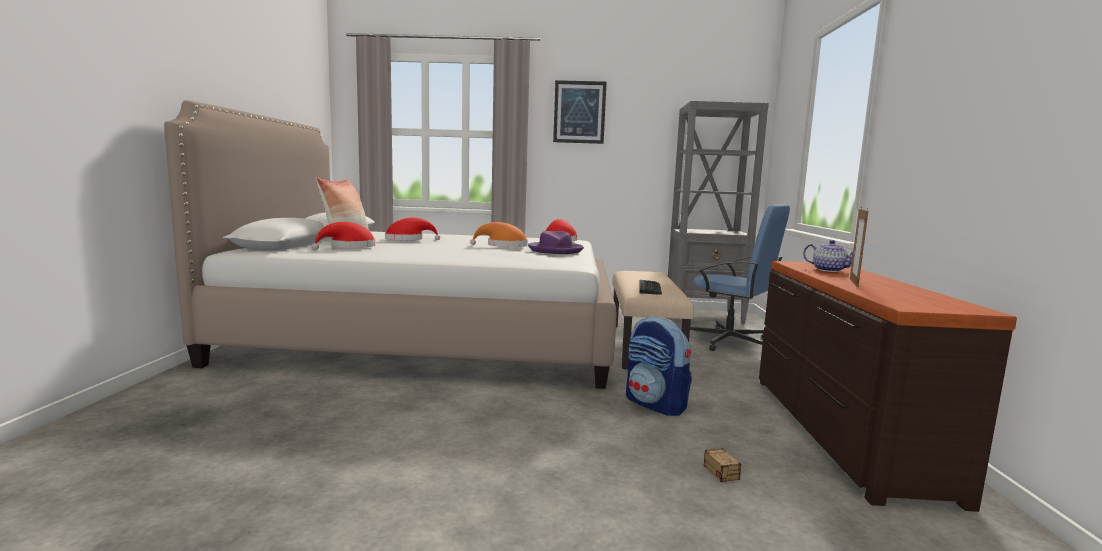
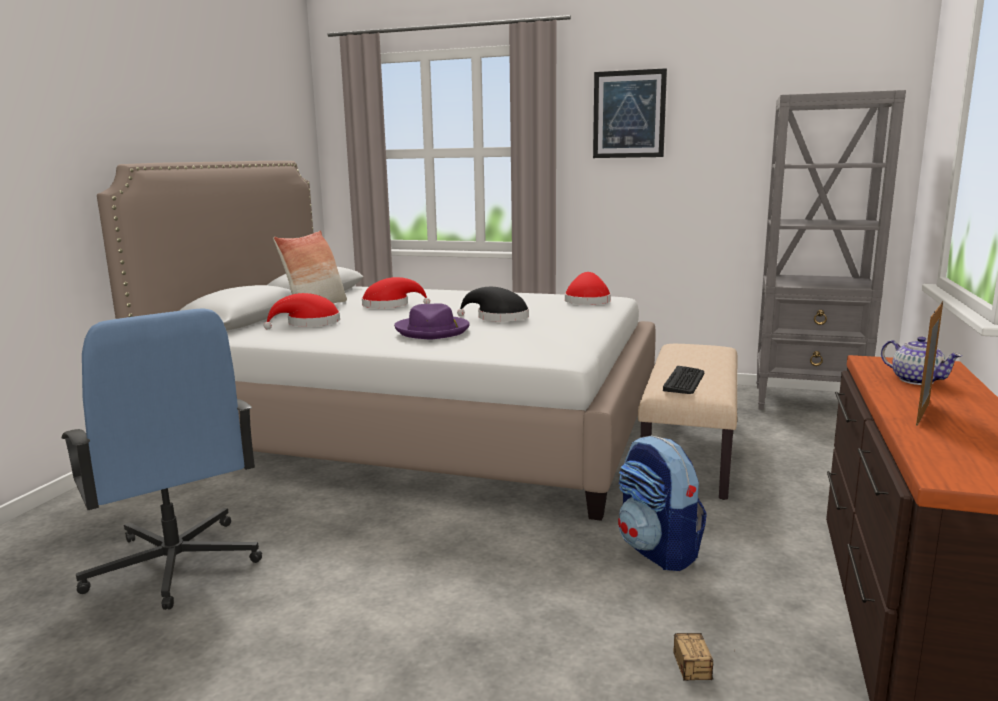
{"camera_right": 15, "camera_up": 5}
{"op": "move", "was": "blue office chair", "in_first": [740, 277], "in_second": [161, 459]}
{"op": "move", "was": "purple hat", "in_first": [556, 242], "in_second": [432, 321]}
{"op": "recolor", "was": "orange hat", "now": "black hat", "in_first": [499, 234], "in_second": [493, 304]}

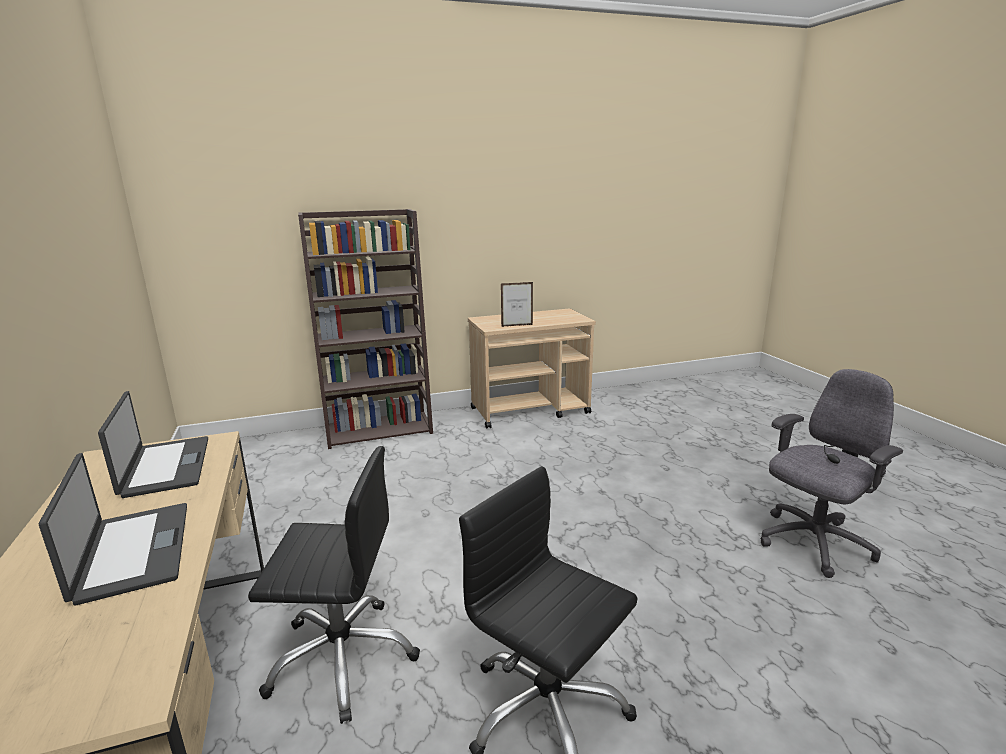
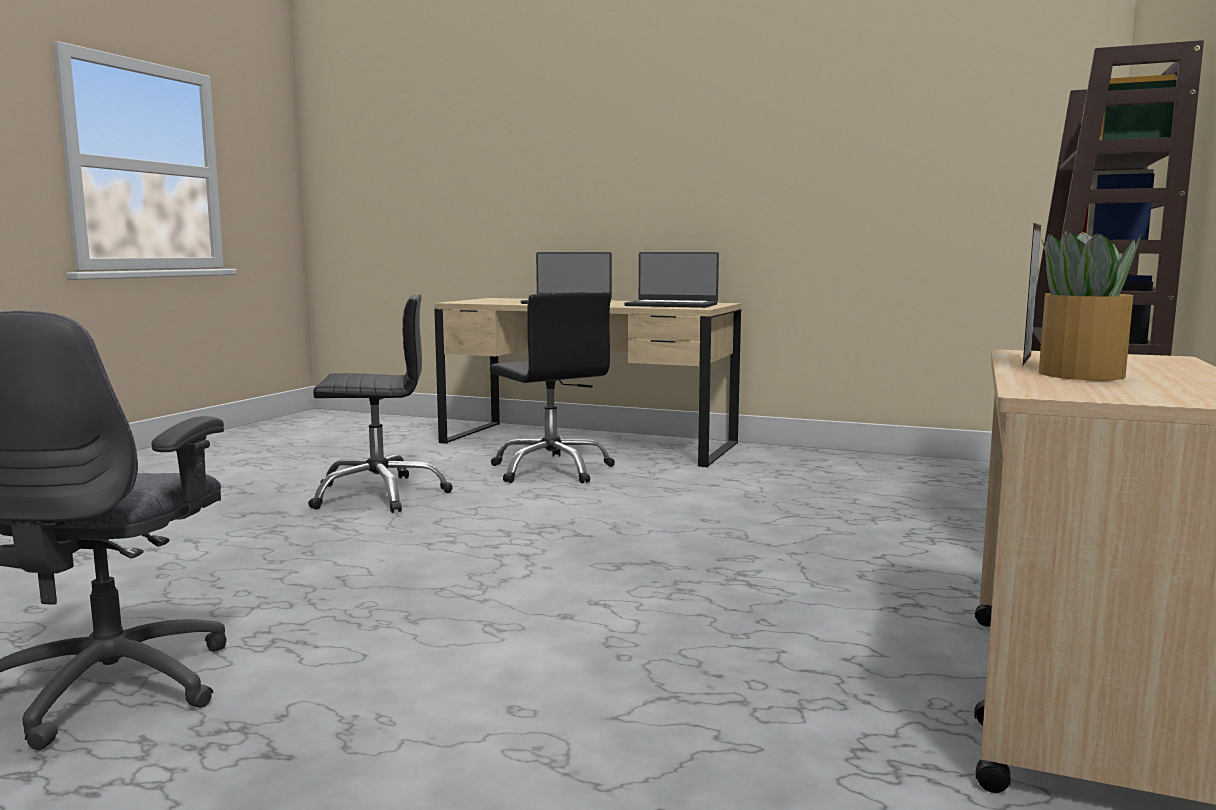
{"camera_right": 130, "camera_up": -10}
{"op": "rotate", "was": "black office chair", "in_first": [334, 585], "in_second": [552, 387], "clockwise": -75}
{"op": "insert", "now": "potted plant", "in_second": [1090, 306]}

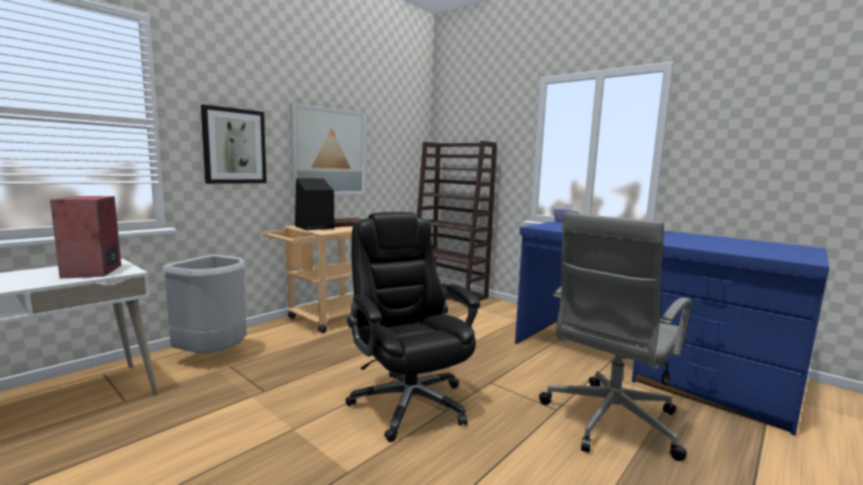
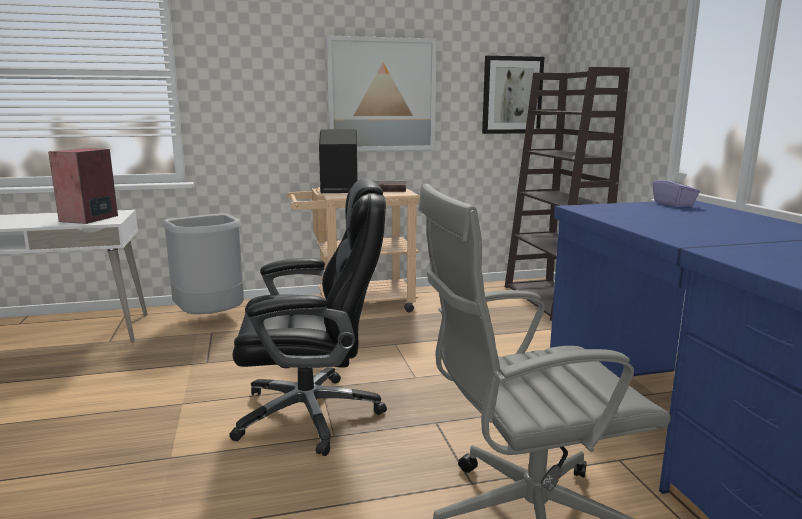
{"camera_right": 35, "camera_up": 5}
{"op": "rotate", "was": "black office chair", "in_first": [413, 327], "in_second": [308, 317], "clockwise": 75}
{"op": "move", "was": "picture", "in_first": [234, 144], "in_second": [513, 95]}

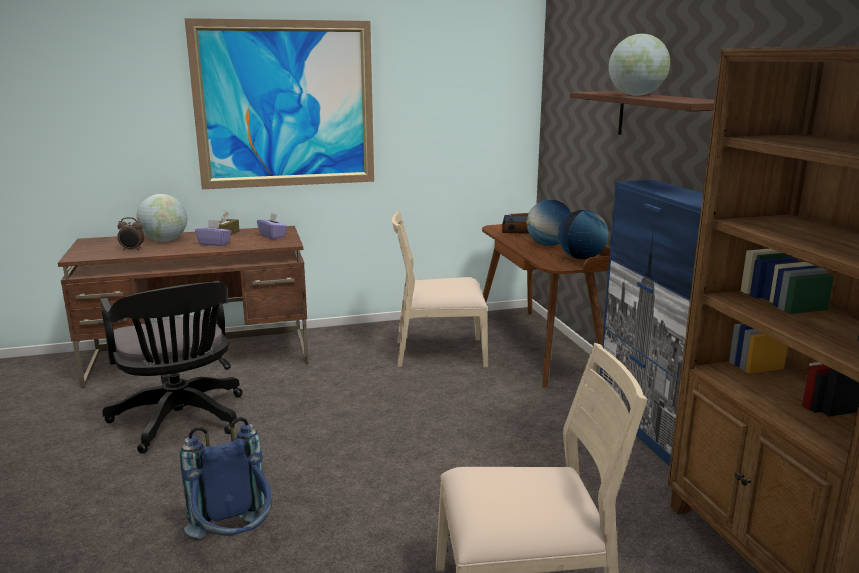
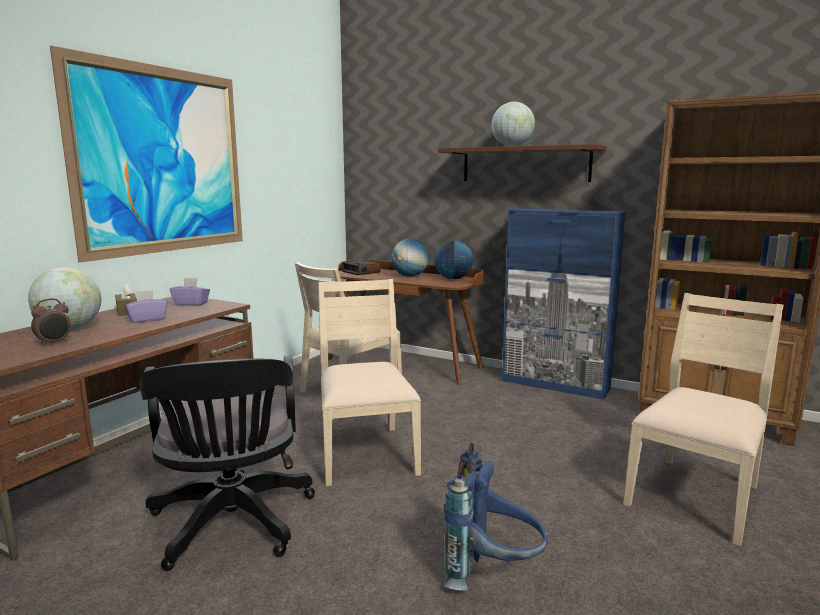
{"camera_right": -45, "camera_up": -5}
{"op": "rotate", "was": "black office chair", "in_first": [171, 367], "in_second": [227, 463], "clockwise": 60}
{"op": "insert", "now": "beige chair", "in_second": [369, 382]}

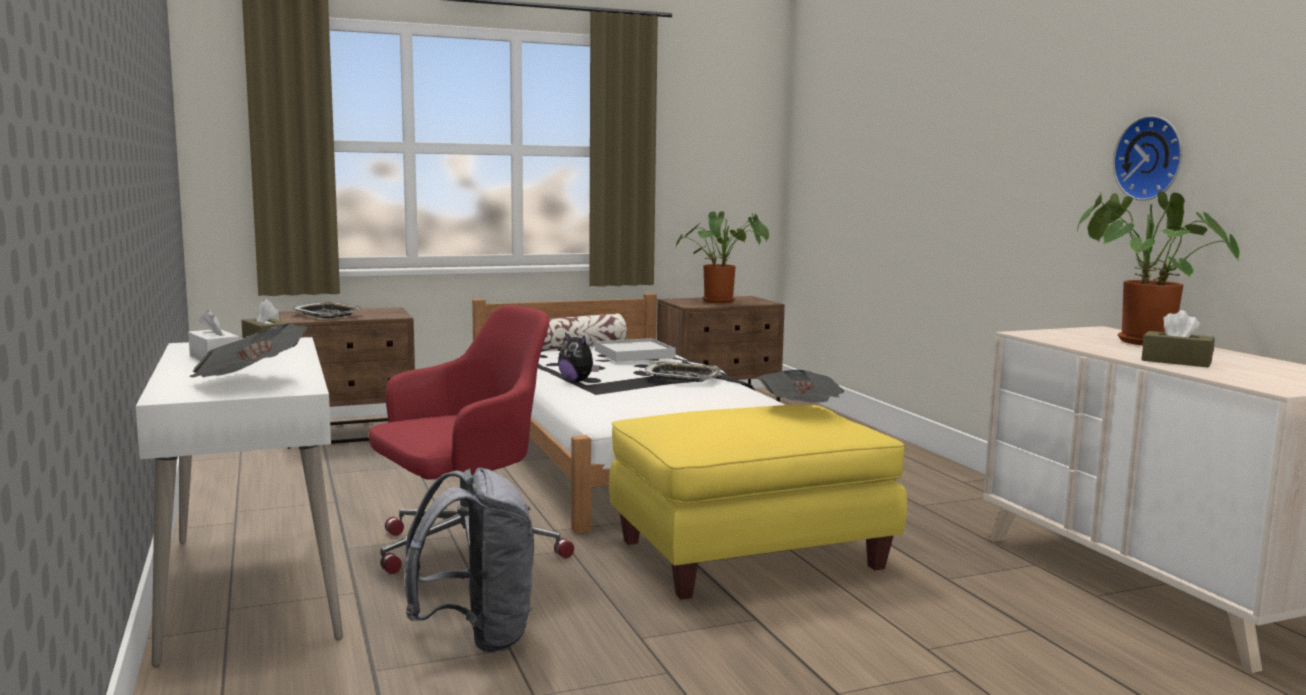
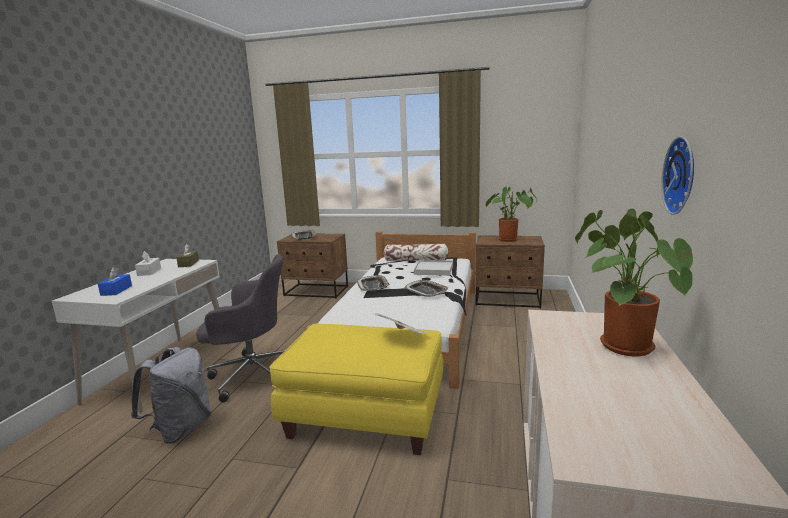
{"camera_right": 35, "camera_up": 5}
{"op": "replace", "was": "newspaper", "now": "blue tissue box", "in_first": [248, 350], "in_second": [115, 281]}
{"op": "recolor", "was": "red office chair", "now": "grey office chair", "in_first": [471, 440], "in_second": [240, 328]}
{"op": "replace", "was": "plush toy", "now": "tray", "in_first": [578, 357], "in_second": [373, 283]}
{"op": "delete", "was": "brown tissue box", "in_first": [1178, 338]}

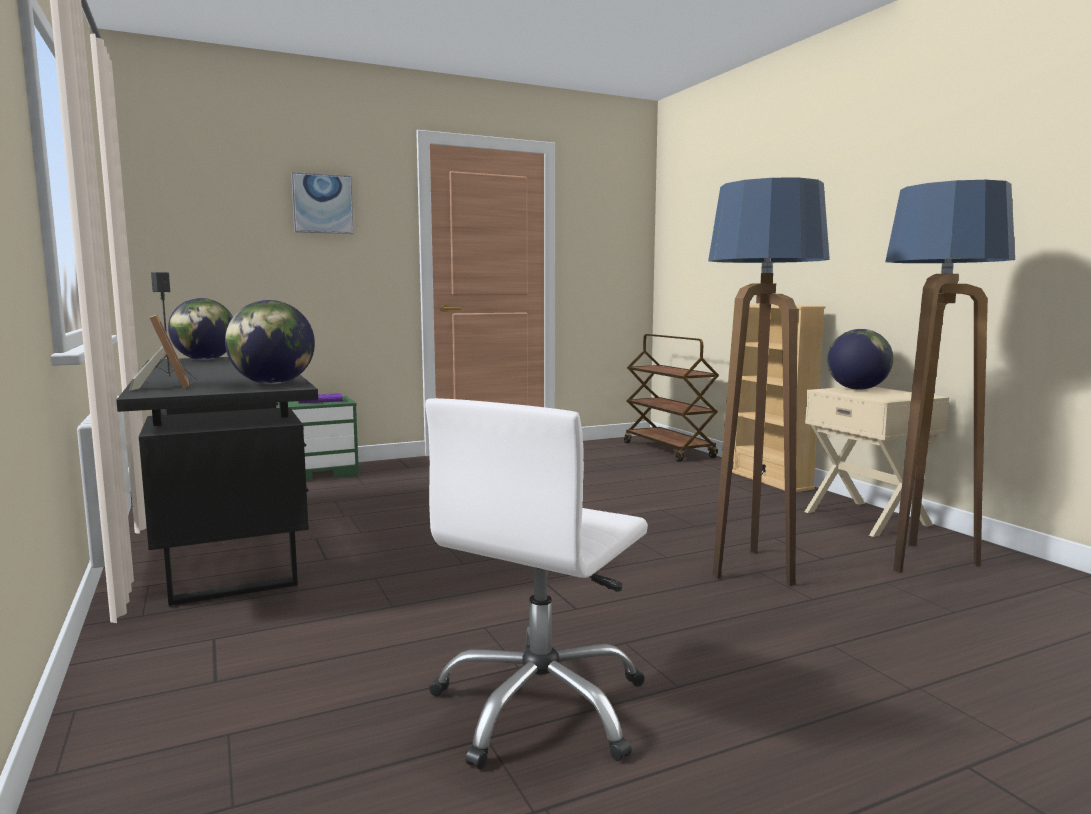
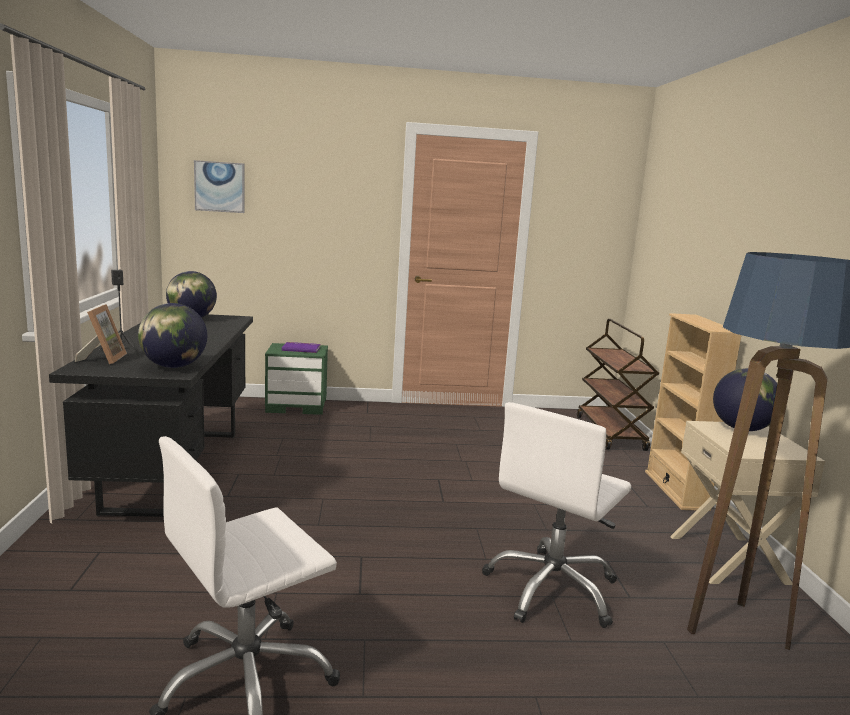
{"camera_right": 20, "camera_up": 5}
{"op": "move", "was": "picture", "in_first": [322, 203], "in_second": [219, 186]}
{"op": "replace", "was": "floor lamp", "now": "white office chair", "in_first": [769, 382], "in_second": [556, 515]}

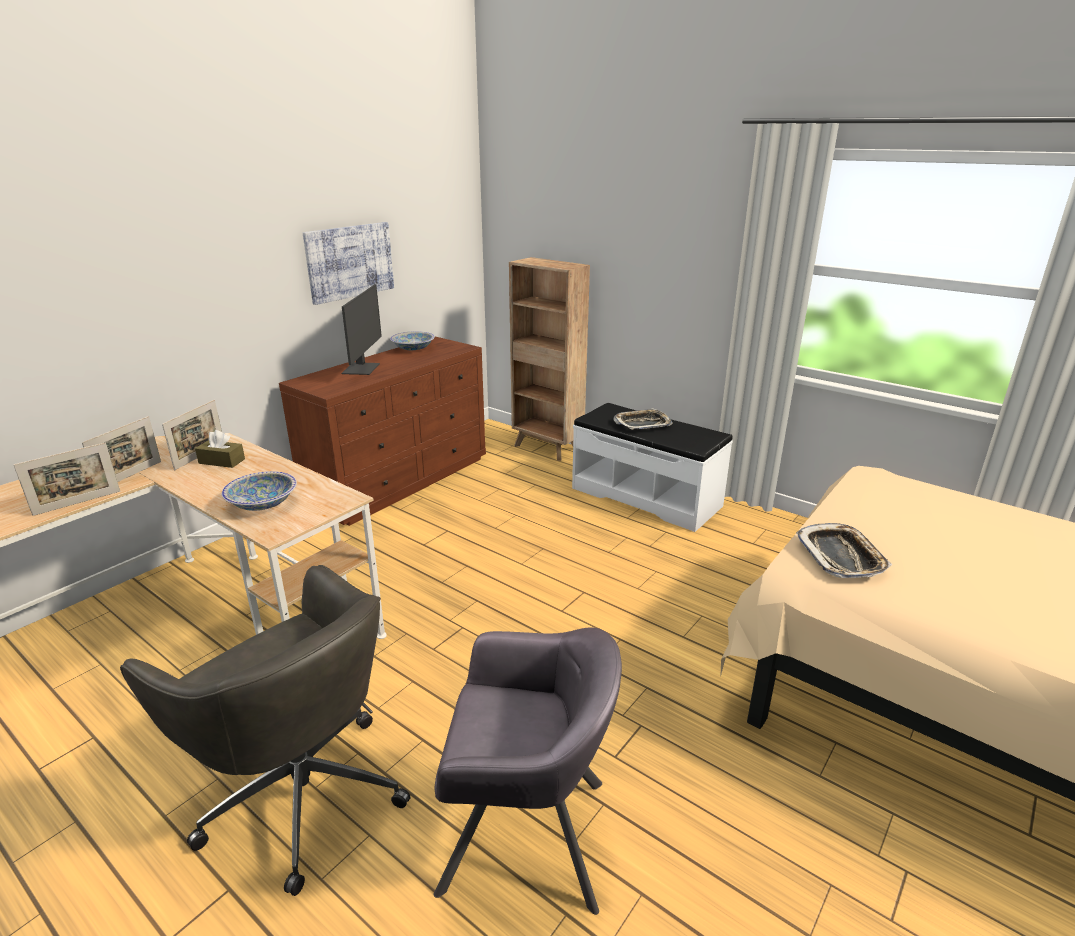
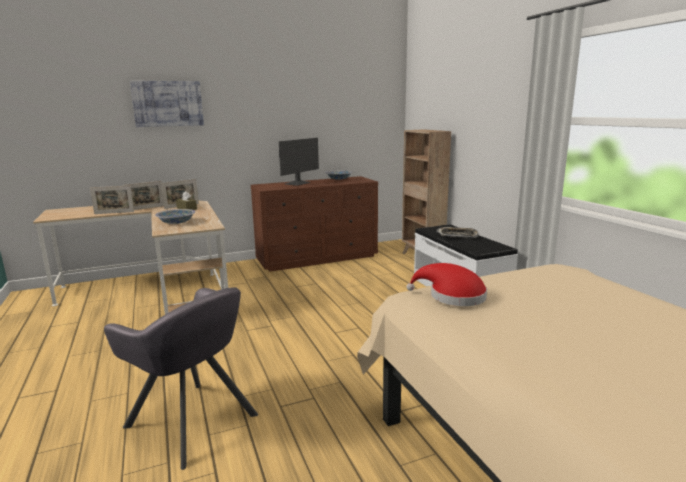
{"camera_right": 30, "camera_up": -10}
{"op": "move", "was": "picture", "in_first": [348, 263], "in_second": [167, 104]}
{"op": "replace", "was": "tray", "now": "red hat", "in_first": [844, 550], "in_second": [447, 284]}
{"op": "delete", "was": "grey office chair", "in_first": [265, 730]}

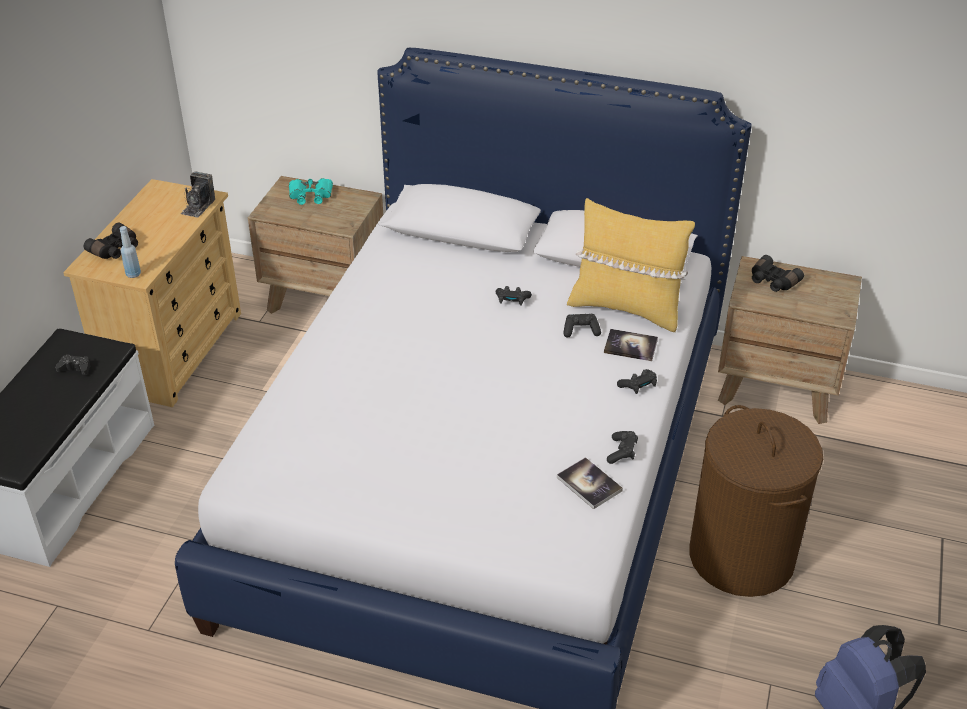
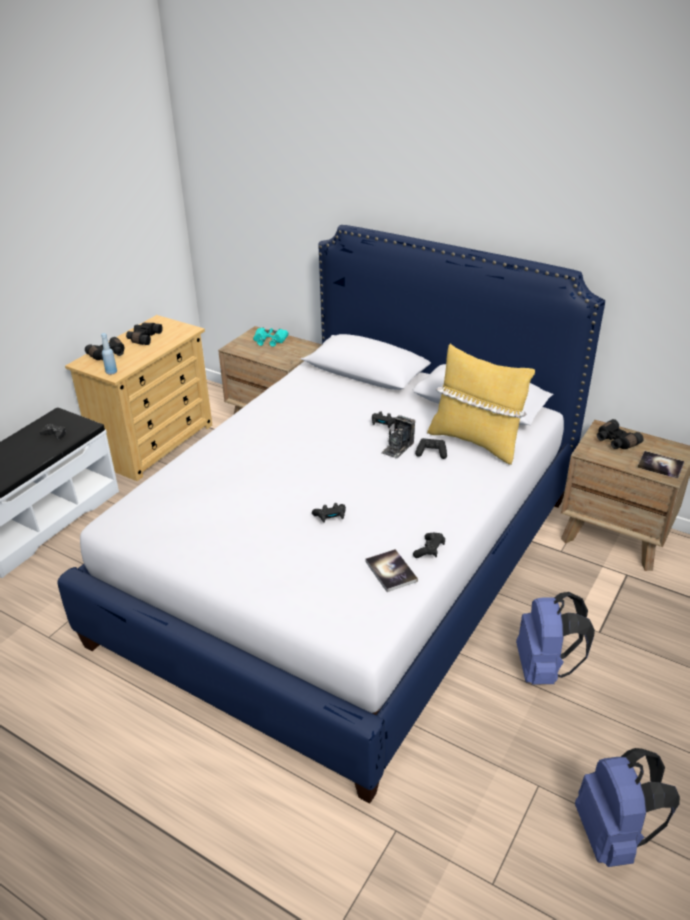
{"camera_right": 15, "camera_up": -5}
{"op": "insert", "now": "black binoculars", "in_second": [144, 334]}
{"op": "move", "was": "black game controller", "in_first": [637, 381], "in_second": [329, 513]}
{"op": "move", "was": "photo camera", "in_first": [198, 194], "in_second": [398, 437]}
{"op": "replace", "was": "brown laundry basket", "now": "blue backpack", "in_first": [756, 501], "in_second": [555, 638]}
{"op": "move", "was": "book", "in_first": [631, 345], "in_second": [660, 465]}

